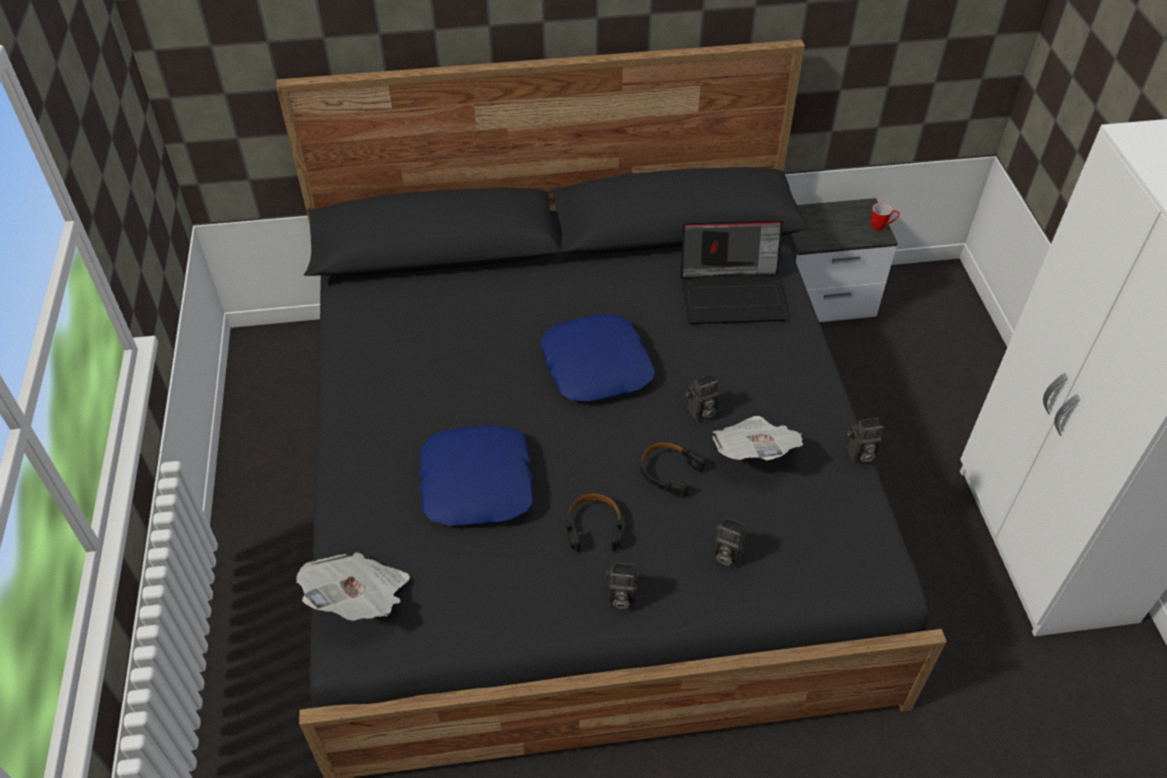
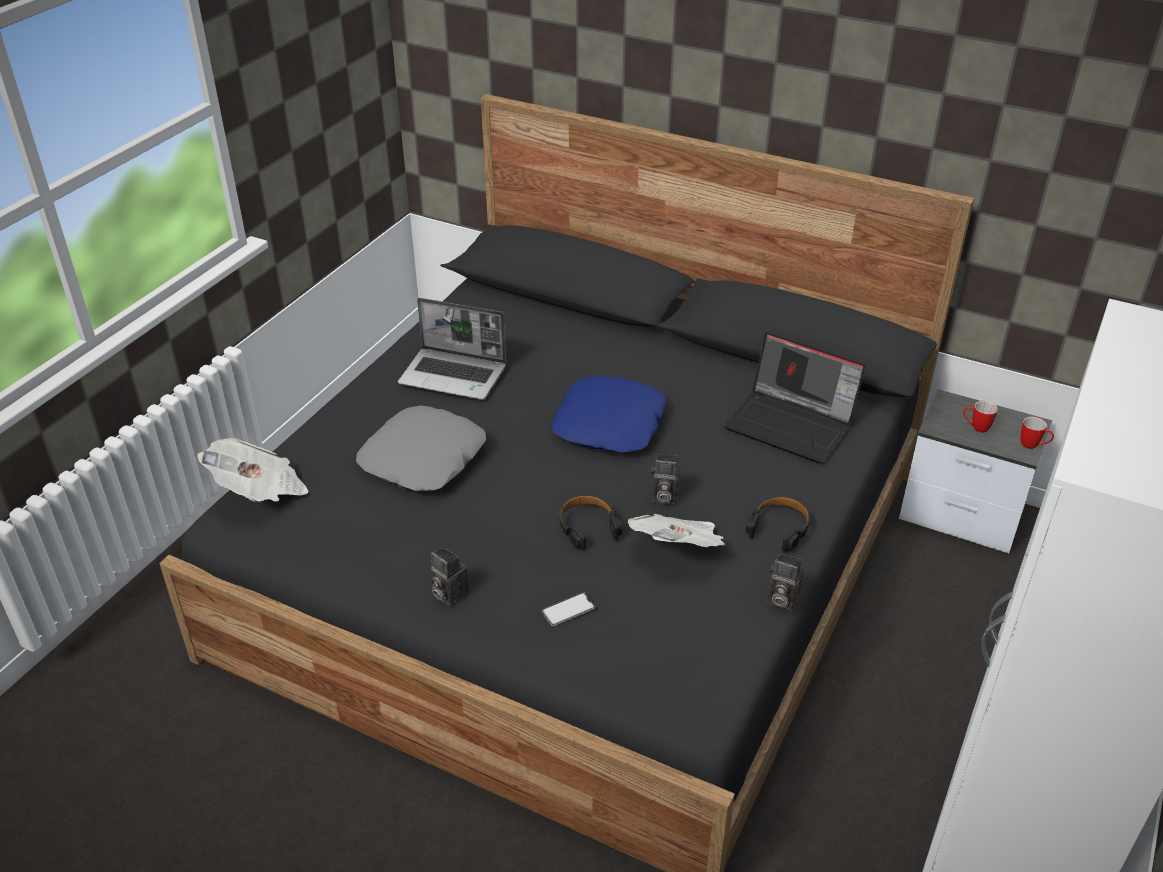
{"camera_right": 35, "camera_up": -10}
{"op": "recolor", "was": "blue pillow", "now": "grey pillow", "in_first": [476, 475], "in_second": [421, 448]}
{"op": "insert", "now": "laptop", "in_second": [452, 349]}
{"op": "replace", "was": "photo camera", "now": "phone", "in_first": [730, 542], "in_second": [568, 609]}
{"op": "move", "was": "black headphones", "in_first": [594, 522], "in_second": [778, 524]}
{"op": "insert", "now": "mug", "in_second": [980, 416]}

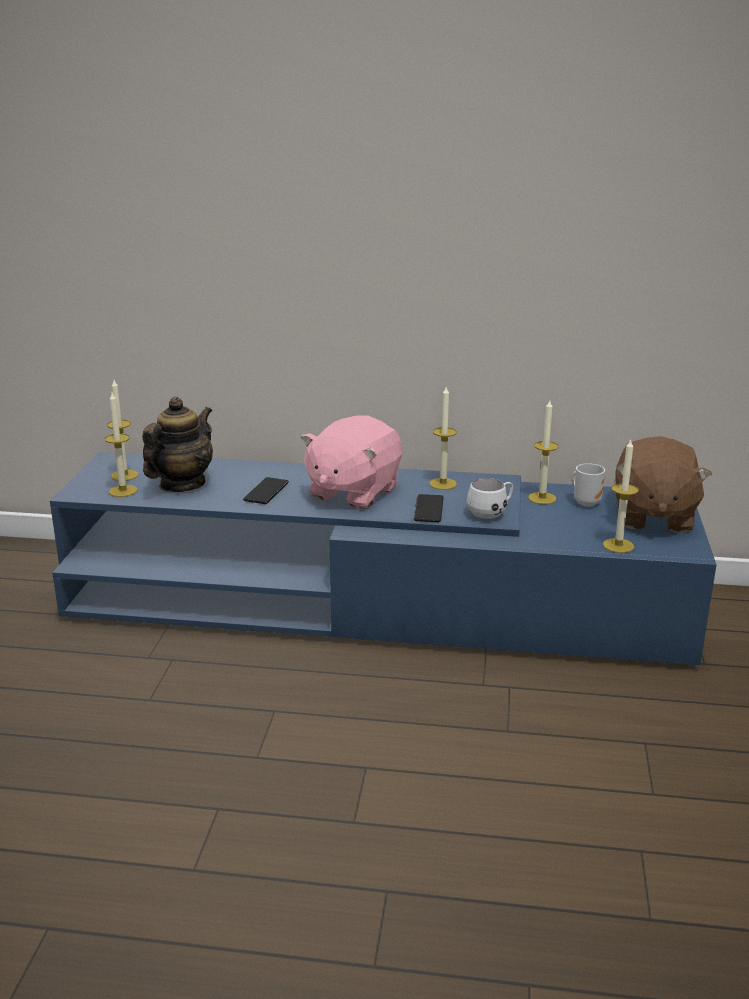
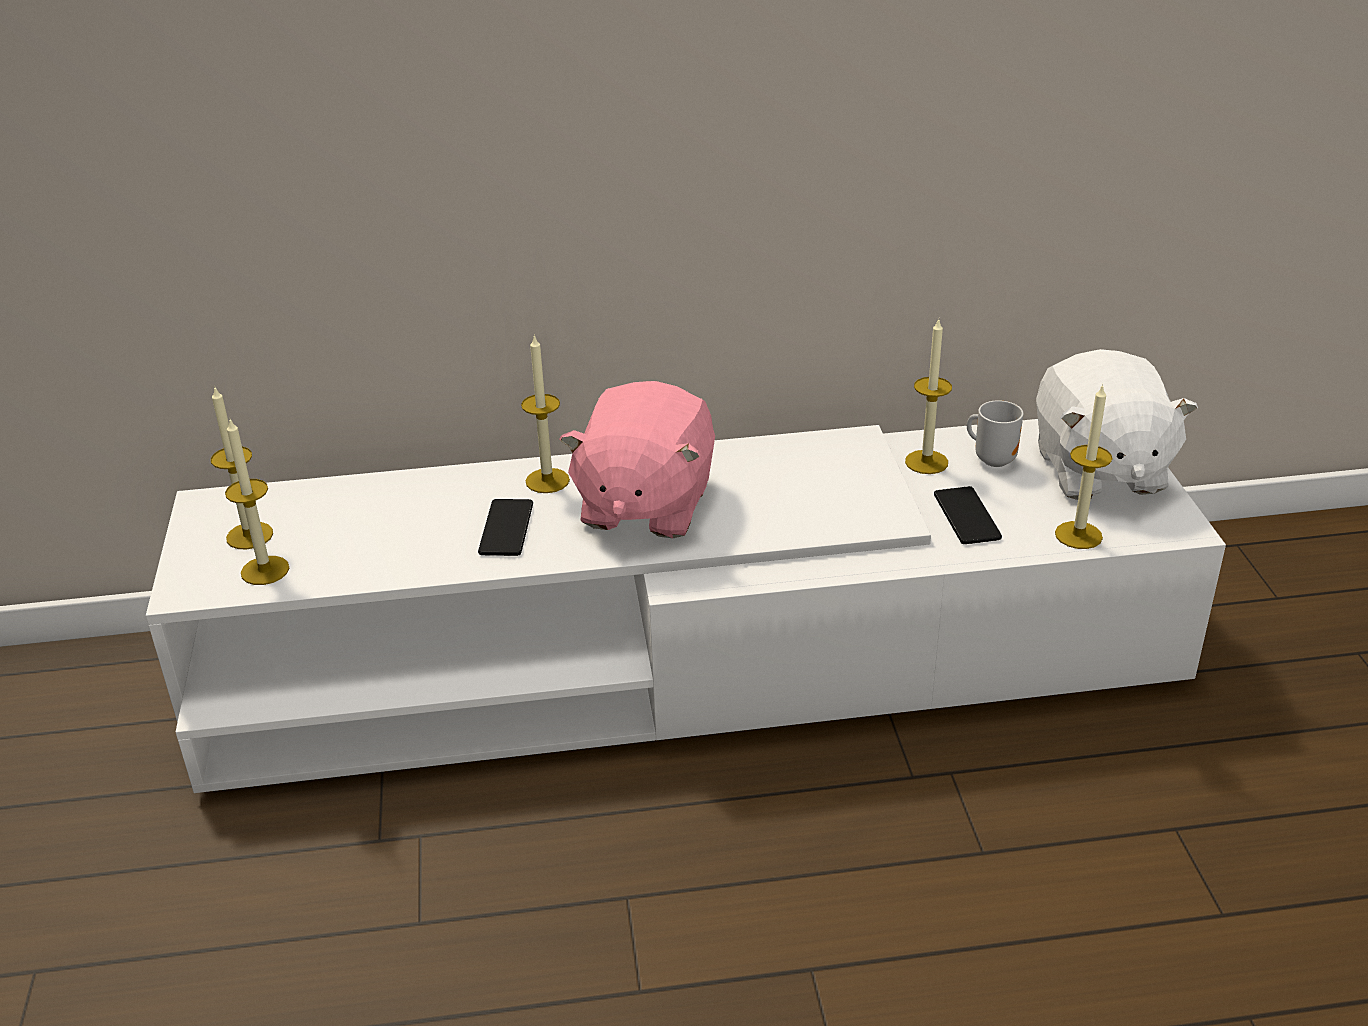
{"camera_right": -15, "camera_up": 10}
{"op": "recolor", "was": "blue tv stand", "now": "white tv stand", "in_first": [383, 558], "in_second": [686, 606]}
{"op": "move", "was": "candle", "in_first": [443, 438], "in_second": [545, 413]}
{"op": "move", "was": "phone", "in_first": [428, 508], "in_second": [968, 515]}
{"op": "recolor", "was": "brown plush toy", "now": "white plush toy", "in_first": [664, 484], "in_second": [1117, 424]}
{"op": "delete", "was": "teapot", "in_first": [177, 444]}
{"op": "delete", "was": "white mug", "in_first": [490, 498]}

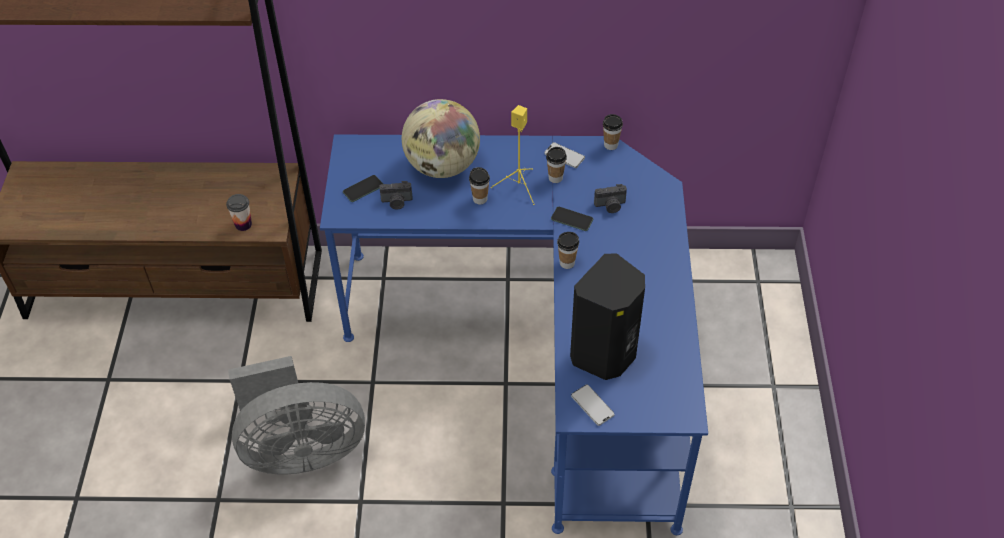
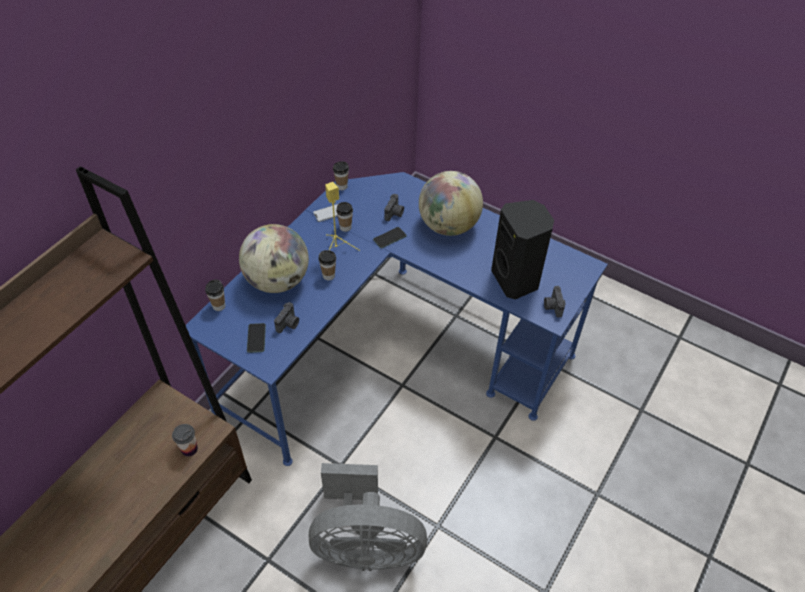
{"camera_right": -60, "camera_up": 0}
{"op": "move", "was": "cup", "in_first": [568, 250], "in_second": [215, 295]}
{"op": "rotate", "was": "grey fan", "in_first": [296, 415], "in_second": [368, 517], "clockwise": 75}
{"op": "insert", "now": "globe", "in_second": [451, 203]}
{"op": "replace", "was": "phone", "now": "photo camera", "in_first": [593, 405], "in_second": [554, 301]}

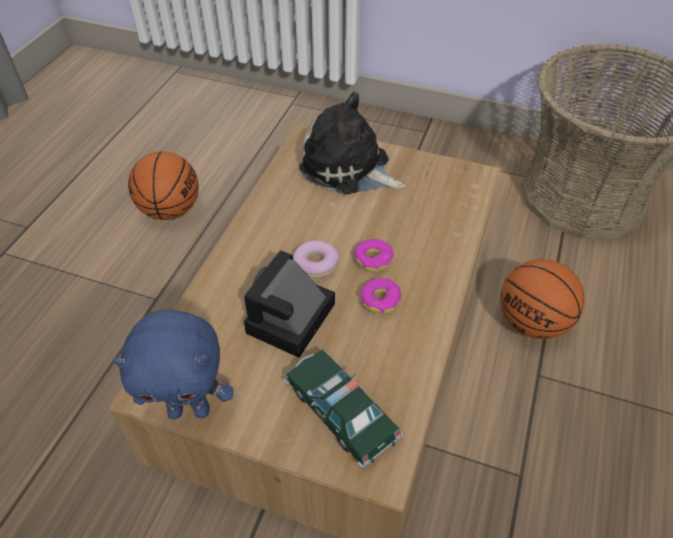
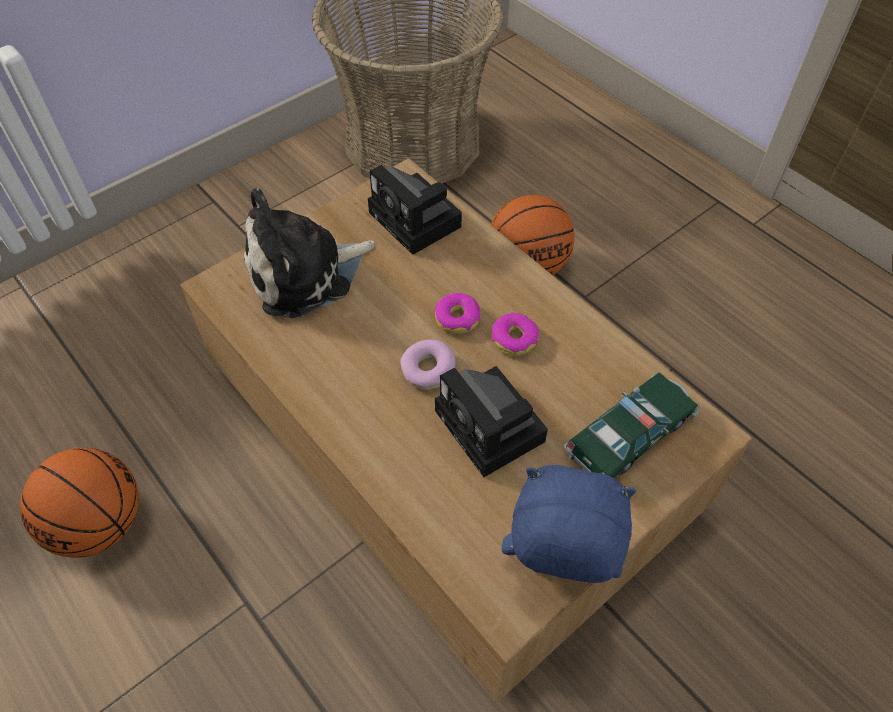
{"camera_right": -60, "camera_up": 5}
{"op": "insert", "now": "photo camera", "in_second": [415, 210]}
{"op": "rotate", "was": "blue plush toy", "in_first": [173, 364], "in_second": [569, 524], "clockwise": -105}
{"op": "rotate", "was": "toy car", "in_first": [343, 408], "in_second": [631, 425], "clockwise": 150}

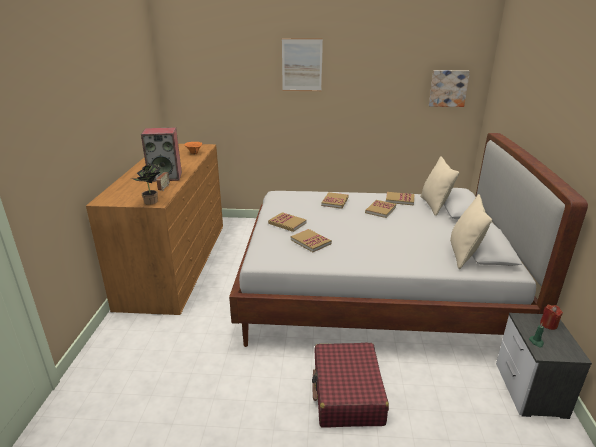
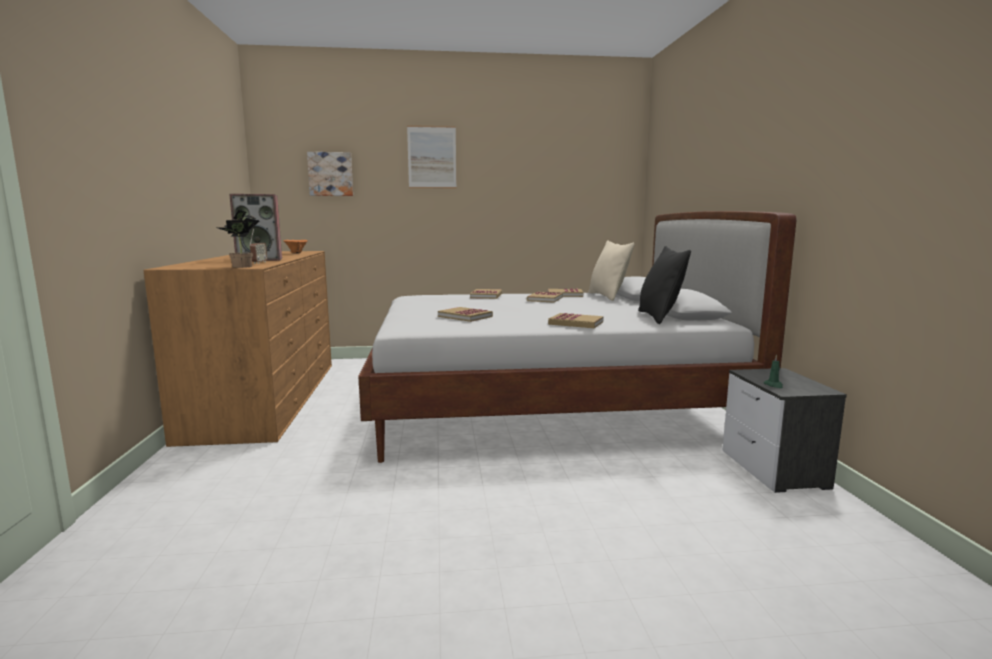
{"camera_right": -10, "camera_up": -15}
{"op": "move", "was": "picture", "in_first": [449, 88], "in_second": [330, 174]}
{"op": "move", "was": "book", "in_first": [287, 222], "in_second": [576, 320]}
{"op": "recolor", "was": "beige pillow", "now": "black pillow", "in_first": [471, 231], "in_second": [664, 285]}
{"op": "delete", "was": "red suitcase", "in_first": [350, 385]}
{"op": "delete", "was": "red candle", "in_first": [551, 317]}

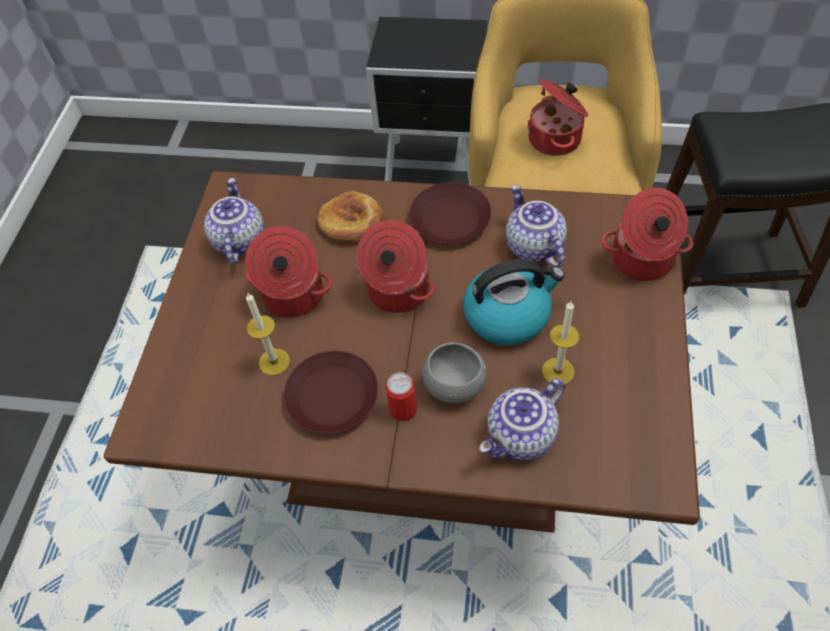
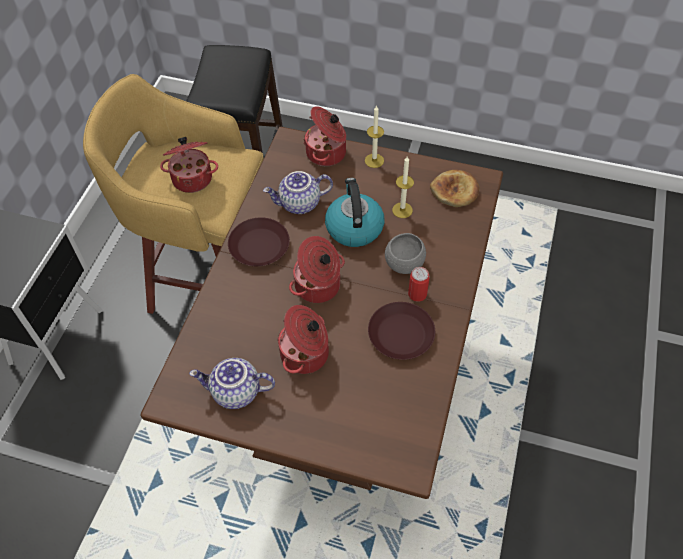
{"camera_right": -85, "camera_up": 0}
{"op": "move", "was": "candle", "in_first": [268, 334], "in_second": [374, 136]}
{"op": "move", "was": "bread", "in_first": [350, 216], "in_second": [455, 188]}
{"op": "delete", "was": "teapot", "in_first": [522, 419]}

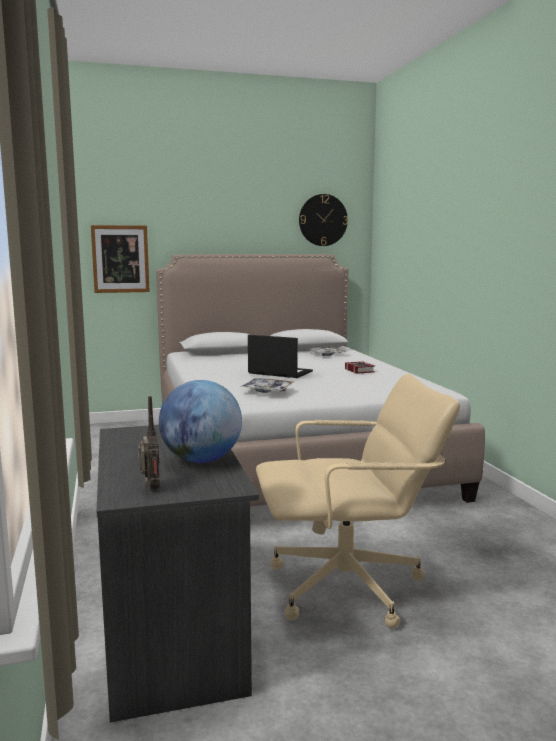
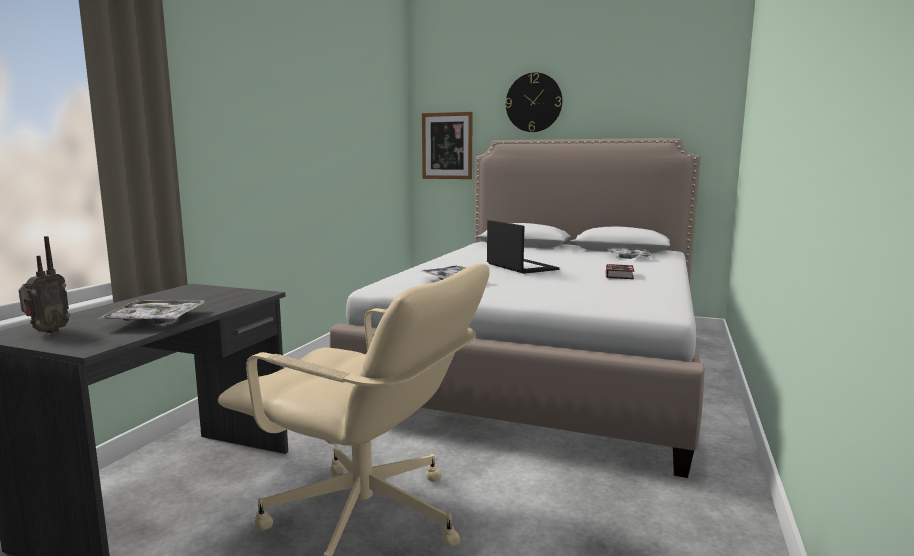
{"camera_right": 35, "camera_up": 0}
{"op": "replace", "was": "globe", "now": "tray", "in_first": [200, 421], "in_second": [151, 311]}
{"op": "move", "was": "wall clock", "in_first": [323, 220], "in_second": [534, 102]}

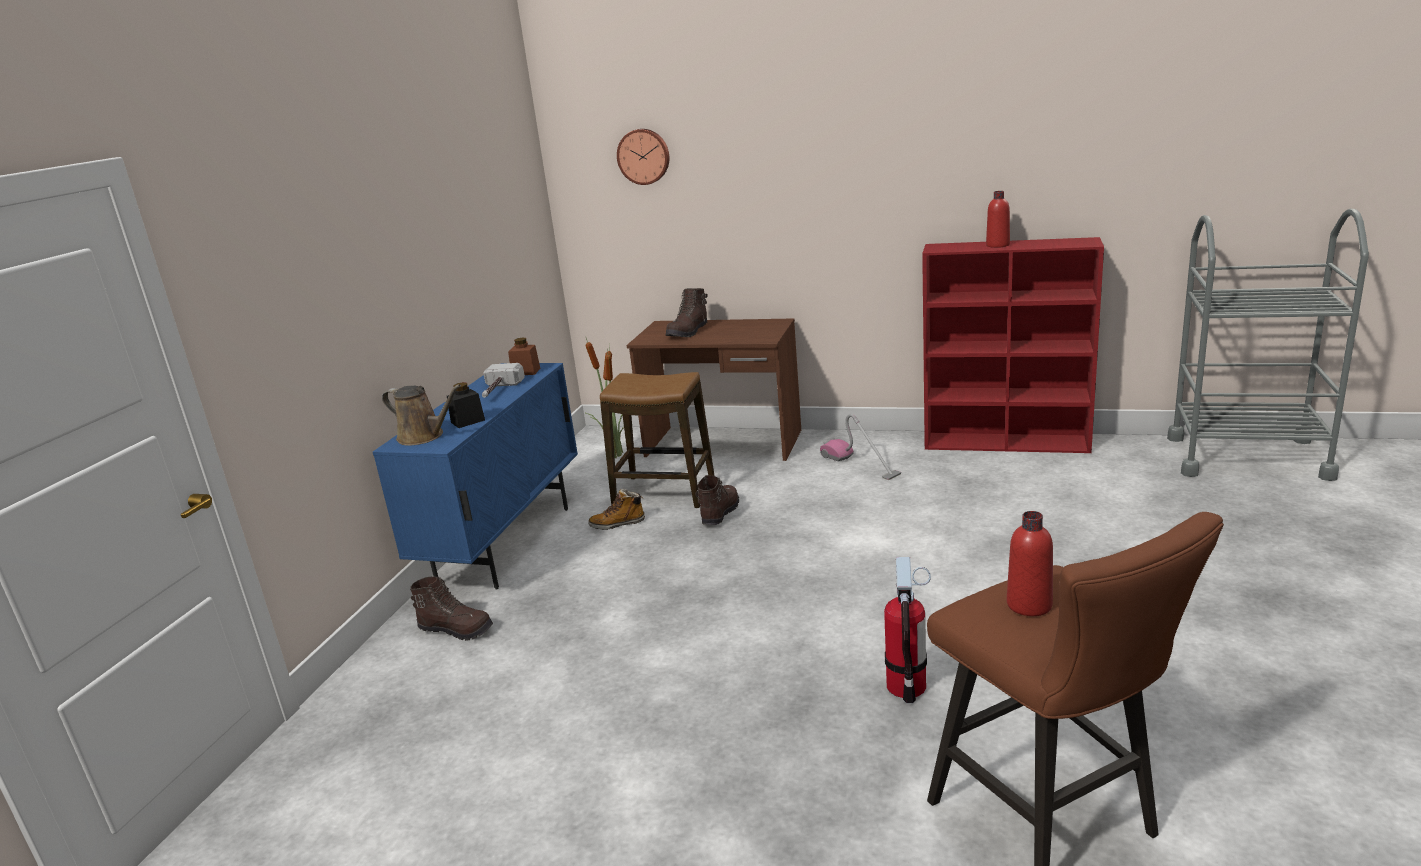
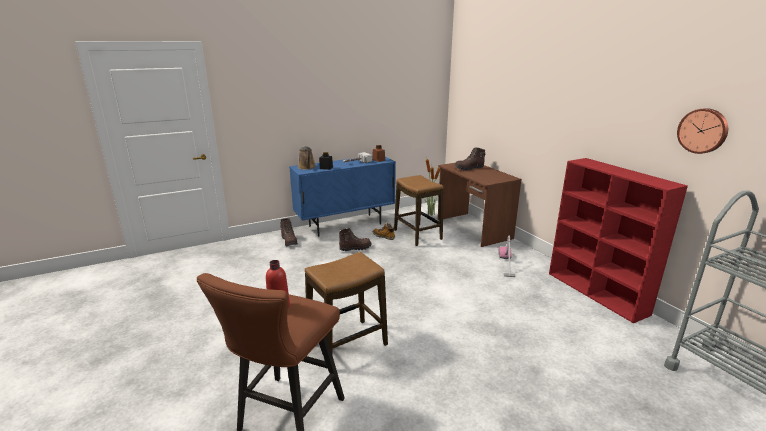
{"camera_right": 45, "camera_up": 0}
{"op": "replace", "was": "fire extinguisher", "now": "stool", "in_first": [907, 630], "in_second": [346, 302]}
{"op": "move", "was": "brown boot", "in_first": [717, 500], "in_second": [355, 239]}
{"op": "move", "was": "wall clock", "in_first": [643, 157], "in_second": [702, 131]}
{"op": "delete", "was": "red bottle", "in_first": [998, 219]}

